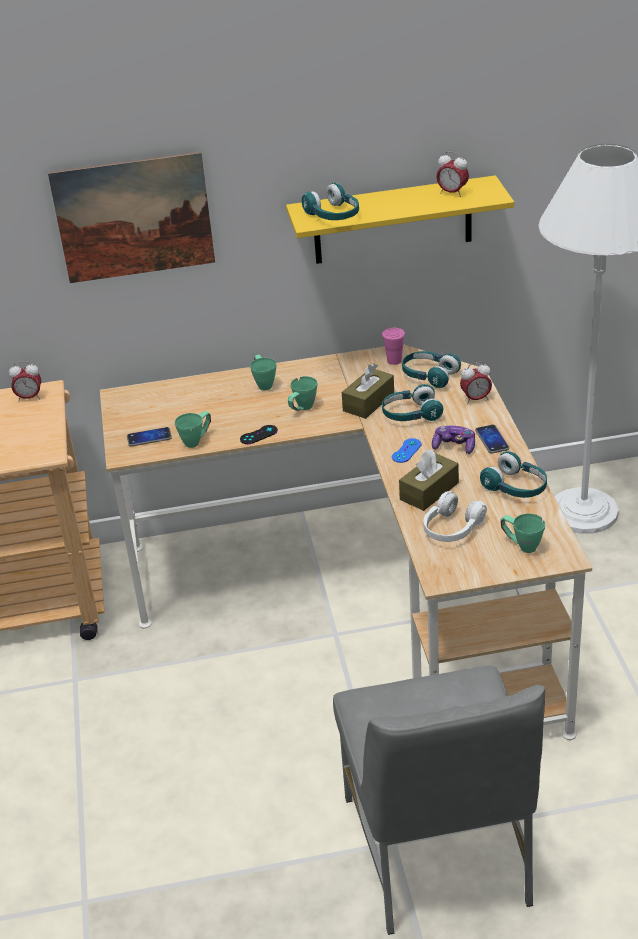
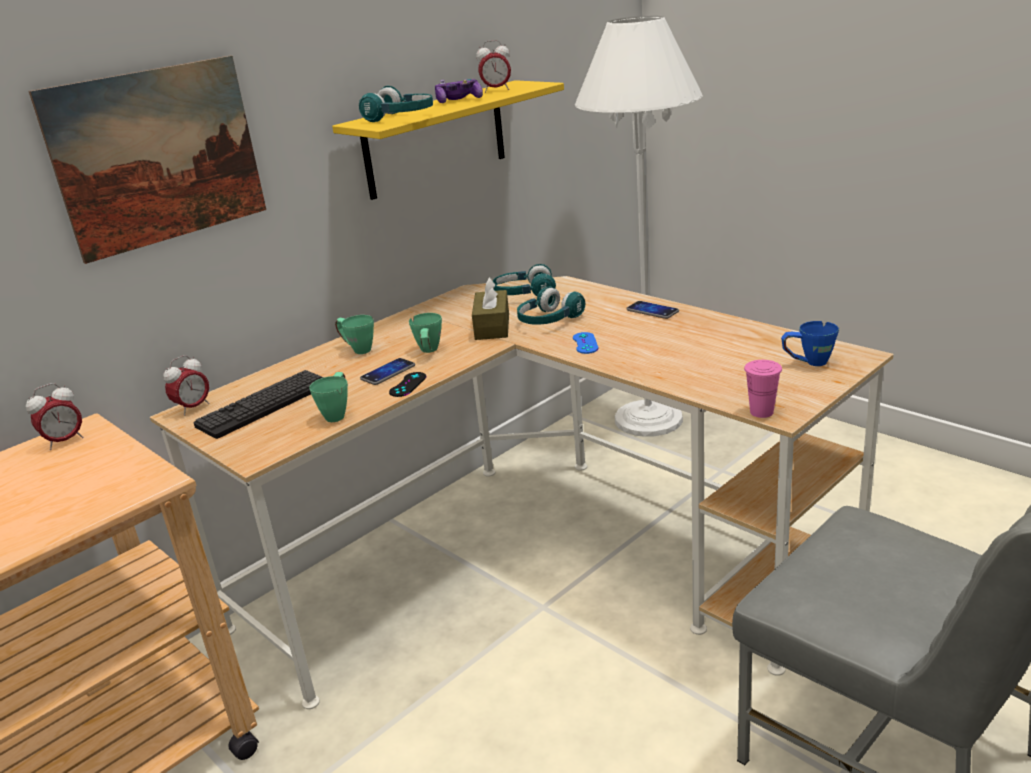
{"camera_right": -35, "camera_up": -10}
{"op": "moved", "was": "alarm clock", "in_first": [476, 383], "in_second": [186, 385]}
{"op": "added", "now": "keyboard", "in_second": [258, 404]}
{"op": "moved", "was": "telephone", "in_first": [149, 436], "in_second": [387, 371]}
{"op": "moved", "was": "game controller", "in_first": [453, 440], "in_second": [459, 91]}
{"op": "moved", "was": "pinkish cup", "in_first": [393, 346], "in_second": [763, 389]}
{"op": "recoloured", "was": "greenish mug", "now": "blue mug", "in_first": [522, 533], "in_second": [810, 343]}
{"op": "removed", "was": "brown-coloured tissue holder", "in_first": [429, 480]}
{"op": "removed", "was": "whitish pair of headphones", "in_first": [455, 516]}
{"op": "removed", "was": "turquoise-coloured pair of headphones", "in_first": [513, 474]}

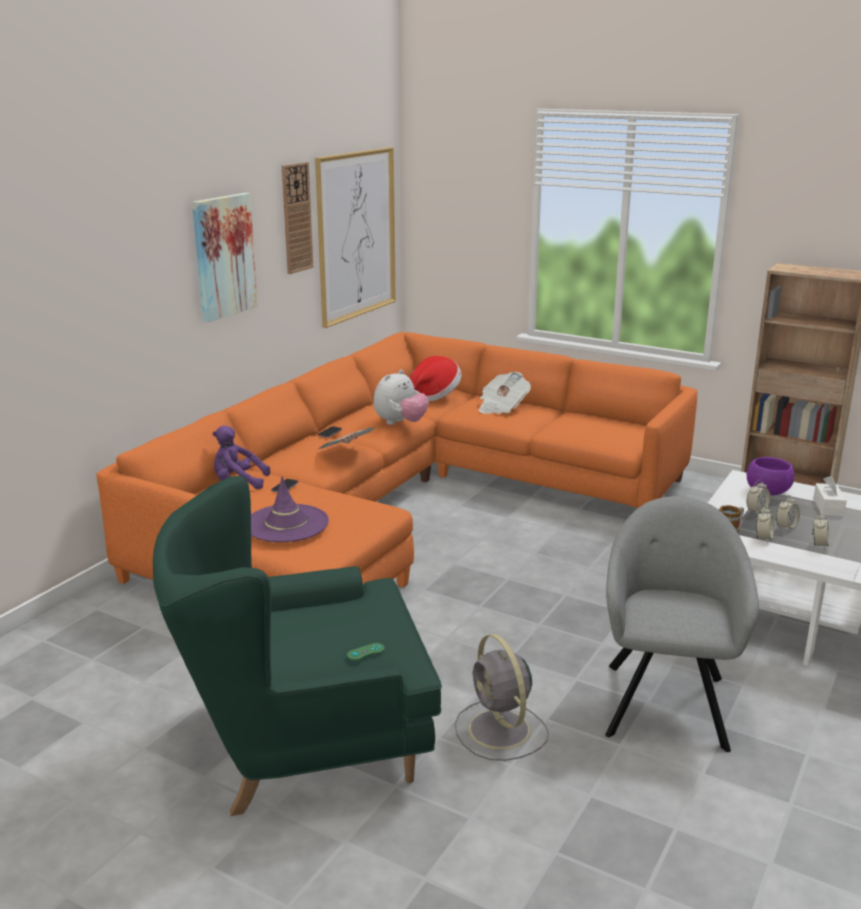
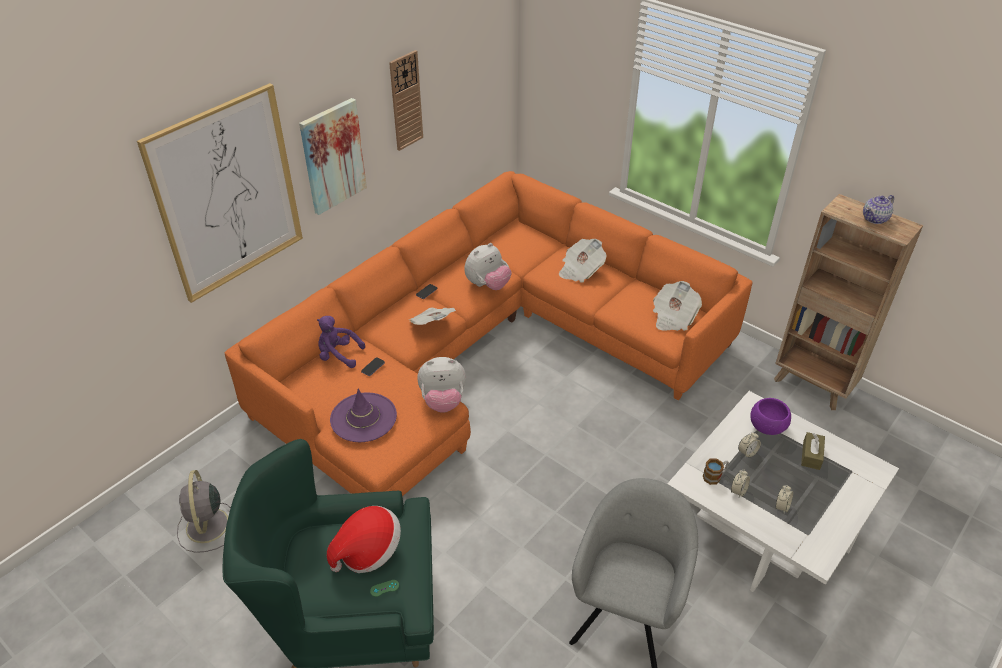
{"camera_right": 10, "camera_up": 20}
{"op": "moved", "was": "wall picture", "in_first": [355, 237], "in_second": [220, 193]}
{"op": "moved", "was": "gray cooling fan", "in_first": [502, 697], "in_second": [204, 511]}
{"op": "moved", "was": "hat", "in_first": [436, 378], "in_second": [364, 539]}
{"op": "added", "now": "soft toy", "in_second": [441, 385]}
{"op": "added", "now": "daily paper", "in_second": [677, 306]}
{"op": "recoloured", "was": "whitish tissue holder", "now": "brown-coloured tissue holder", "in_first": [830, 496], "in_second": [813, 451]}
{"op": "added", "now": "teapot", "in_second": [878, 209]}
{"op": "removed", "was": "alarm clock", "in_first": [788, 513]}

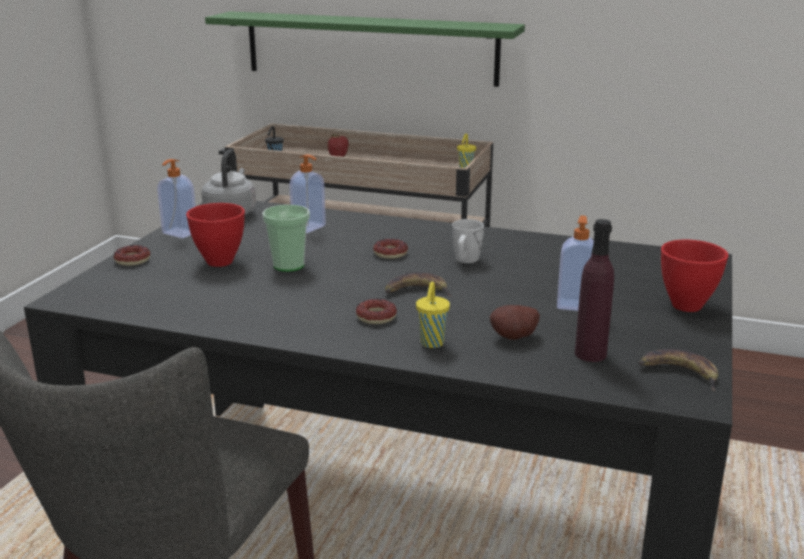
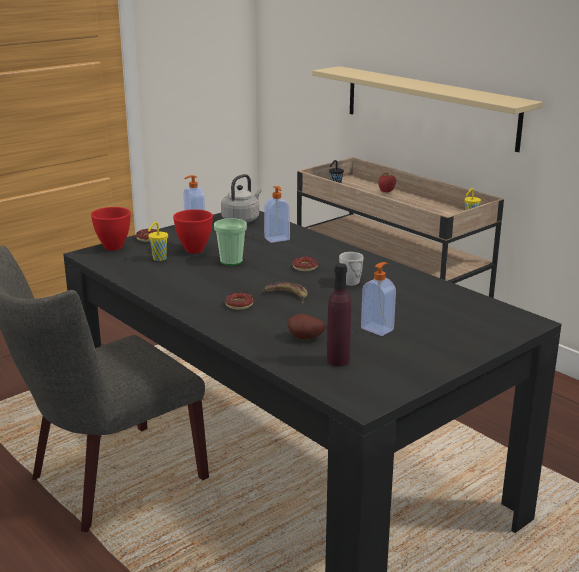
{"camera_right": 30, "camera_up": 0}
{"op": "moved", "was": "reddish serving bowl", "in_first": [694, 276], "in_second": [111, 229]}
{"op": "moved", "was": "yellowish cup", "in_first": [433, 315], "in_second": [158, 241]}
{"op": "recoloured", "was": "greenish shelf", "now": "sand-coloured shelf", "in_first": [365, 49], "in_second": [427, 109]}
{"op": "removed", "was": "whole banana", "in_first": [678, 370]}

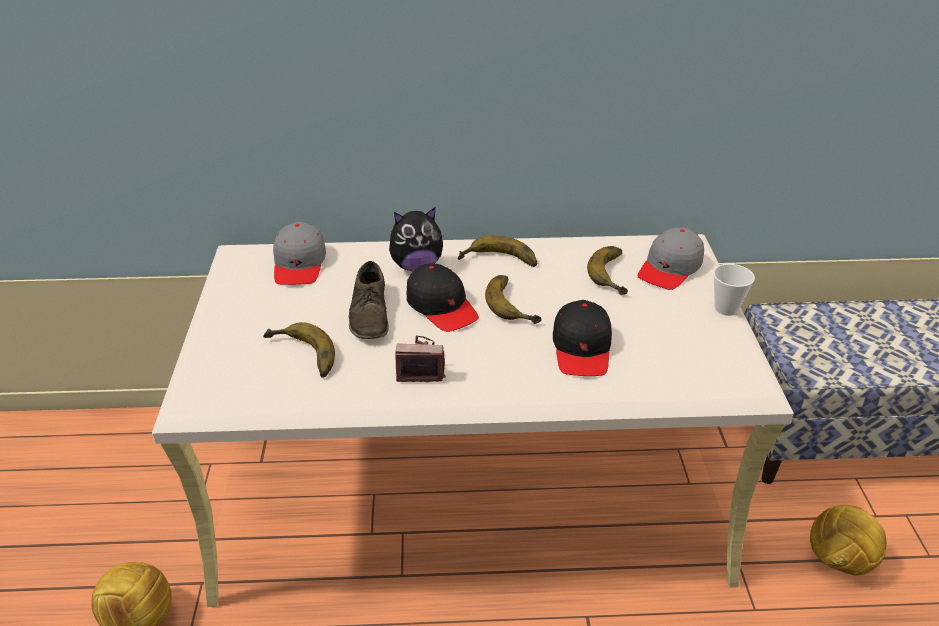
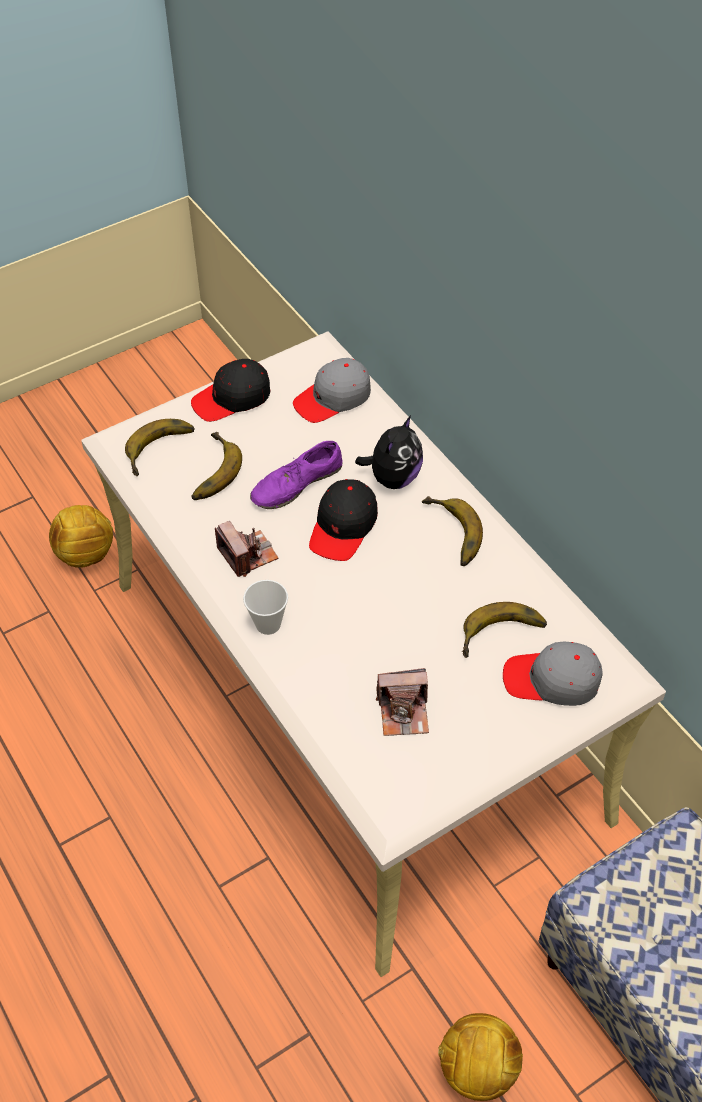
{"camera_right": 60, "camera_up": 15}
{"op": "moved", "was": "whole banana", "in_first": [513, 299], "in_second": [160, 447]}
{"op": "moved", "was": "blackish cap", "in_first": [582, 338], "in_second": [230, 390]}
{"op": "moved", "was": "cup", "in_first": [734, 290], "in_second": [265, 607]}
{"op": "recoloured", "was": "brown-coloured shoe", "now": "purple shoe", "in_first": [369, 300], "in_second": [296, 475]}
{"op": "turned", "was": "soft toy", "in_first": [416, 239], "in_second": [389, 452], "clockwise": -105}
{"op": "added", "now": "still camera", "in_second": [402, 702]}

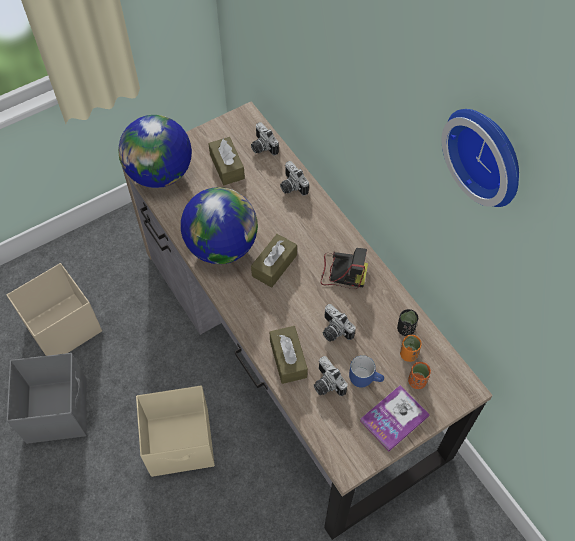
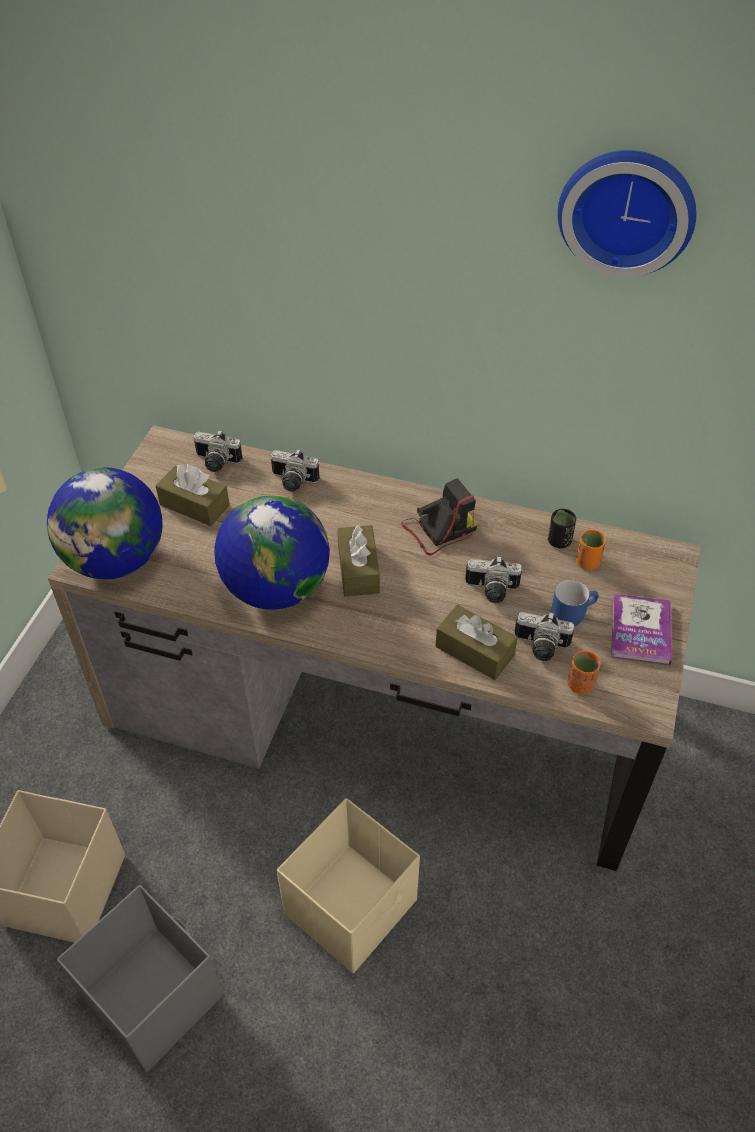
{"camera_right": -40, "camera_up": -10}
{"op": "moved", "was": "orange-coloured cup", "in_first": [419, 375], "in_second": [584, 672]}

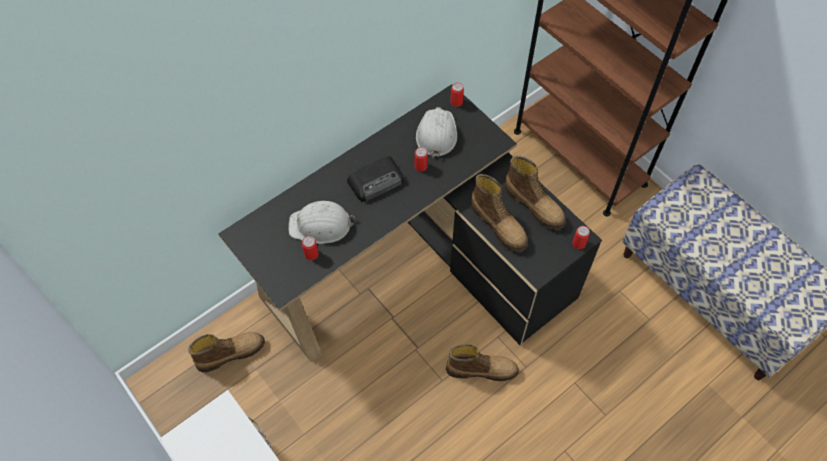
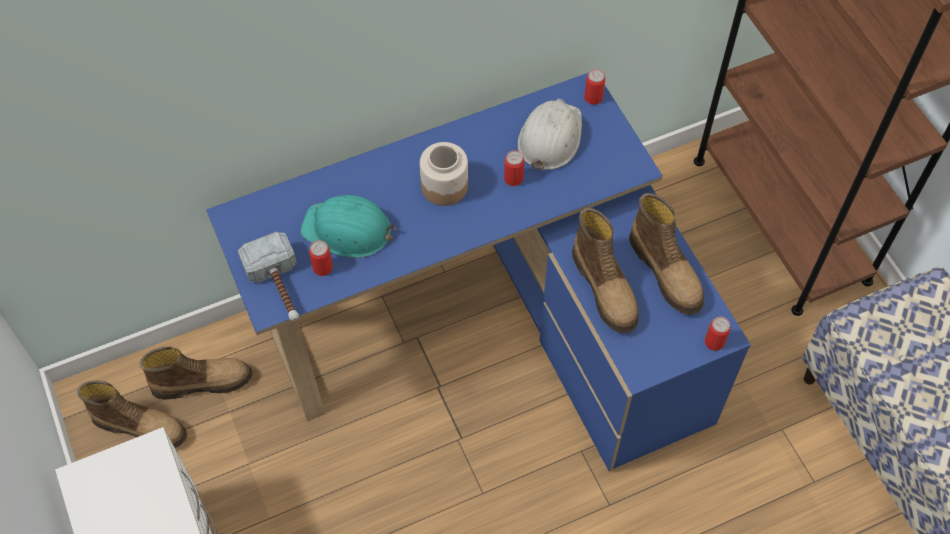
{"camera_right": 15, "camera_up": 0}
{"op": "moved", "was": "tall boot", "in_first": [482, 362], "in_second": [132, 414]}
{"op": "recoloured", "was": "blackish desk unit", "now": "blue desk unit", "in_first": [410, 223], "in_second": [478, 272]}
{"op": "added", "now": "hand hammer", "in_second": [268, 276]}
{"op": "recoloured", "was": "whitish hard hat", "now": "turquoise-coloured hard hat", "in_first": [321, 222], "in_second": [348, 226]}
{"op": "replaced", "was": "radio receiver", "now": "jar", "in_first": [375, 179], "in_second": [444, 174]}

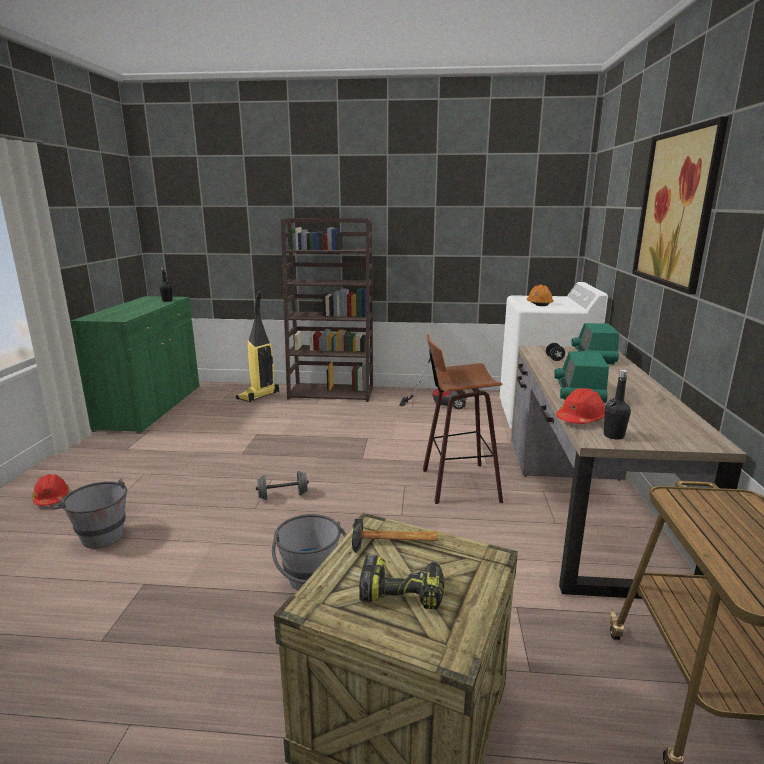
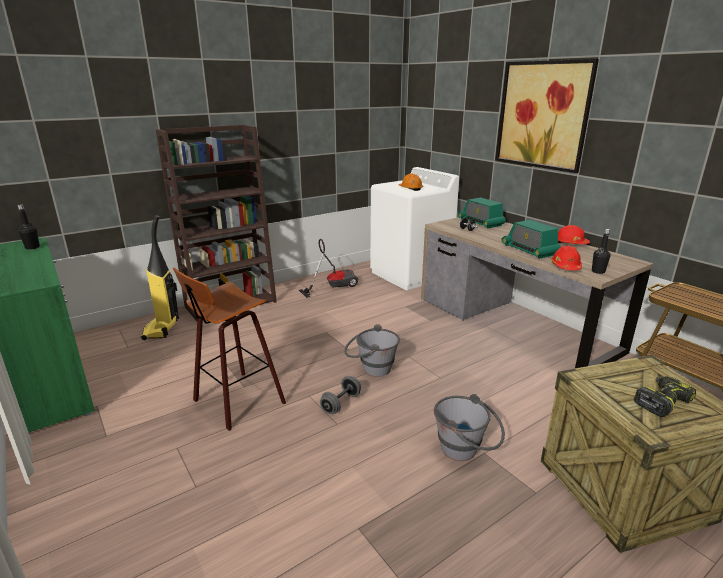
{"camera_right": -40, "camera_up": 5}
{"op": "moved", "was": "stool", "in_first": [463, 419], "in_second": [229, 349]}
{"op": "moved", "was": "gray bucket", "in_first": [90, 513], "in_second": [372, 350]}
{"op": "moved", "was": "reddish hard hat", "in_first": [50, 490], "in_second": [574, 234]}
{"op": "removed", "was": "hand hammer", "in_first": [395, 536]}

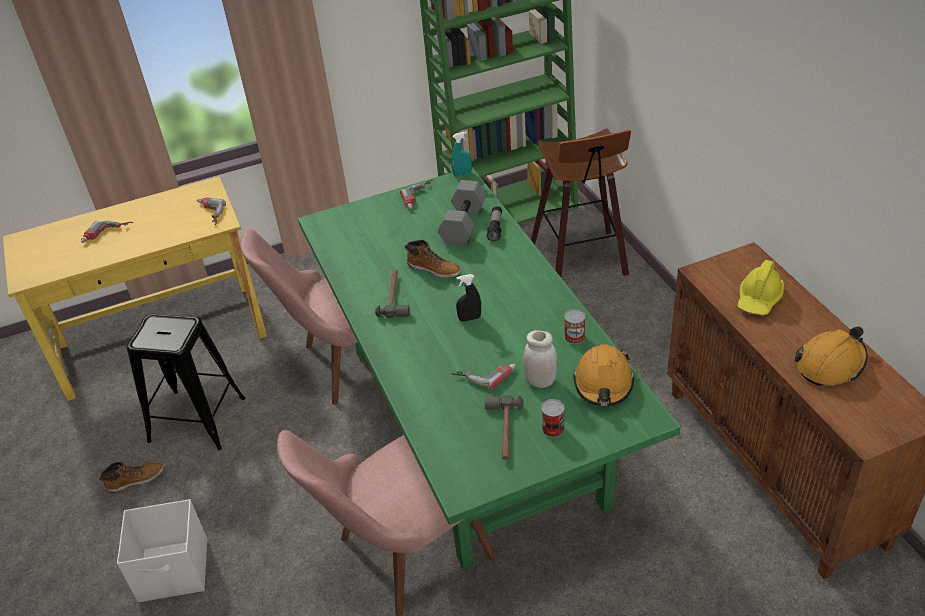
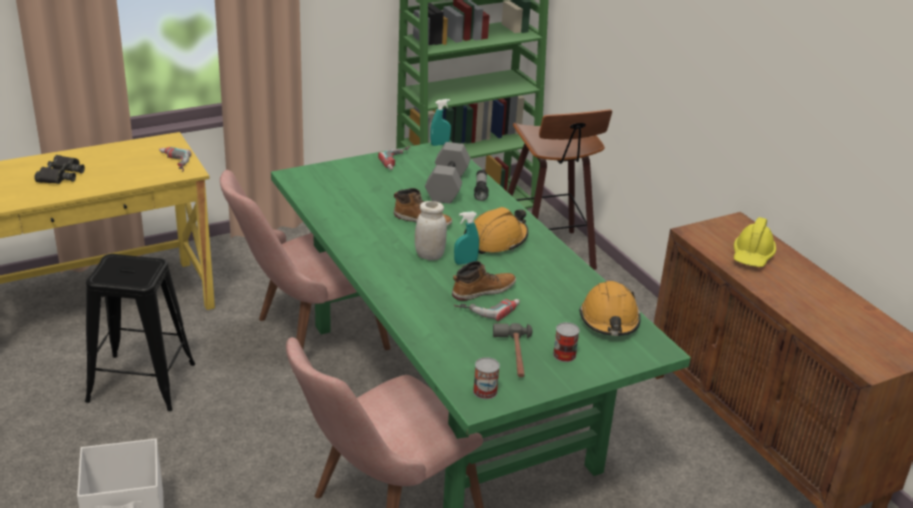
{"camera_right": -10, "camera_up": -10}
{"op": "replaced", "was": "power drill", "now": "blackish pair of binoculars", "in_first": [107, 232], "in_second": [59, 169]}
{"op": "moved", "was": "whitish jar", "in_first": [540, 359], "in_second": [431, 230]}
{"op": "moved", "was": "tall boot", "in_first": [131, 477], "in_second": [484, 281]}
{"op": "recoloured", "was": "blackish hand sprayer", "now": "turquoise-coloured hand sprayer", "in_first": [468, 298], "in_second": [466, 238]}
{"op": "moved", "was": "orange-coloured hard hat", "in_first": [831, 356], "in_second": [496, 230]}
{"op": "moved", "was": "can", "in_first": [574, 326], "in_second": [486, 378]}
{"op": "removed", "was": "hand hammer", "in_first": [392, 294]}

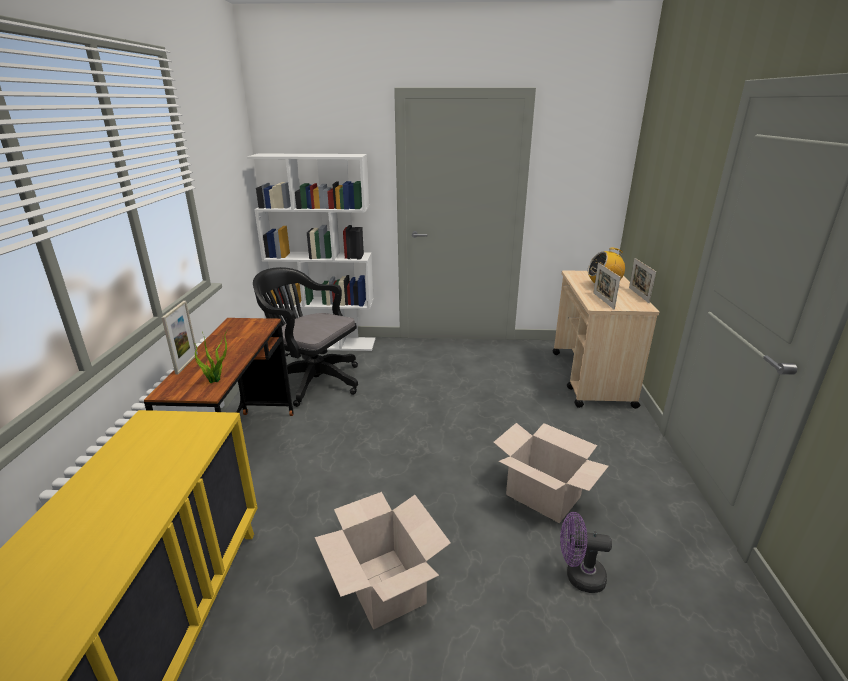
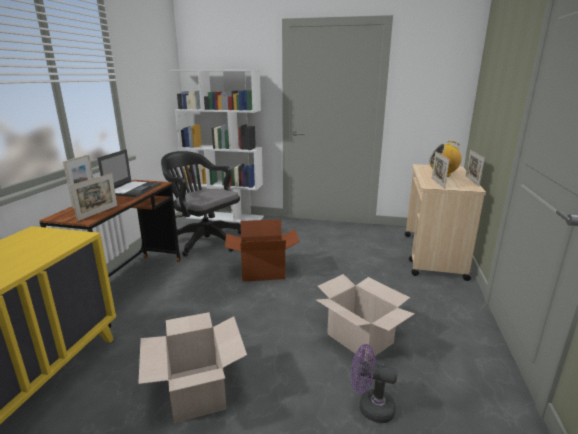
{"camera_right": 10, "camera_up": -5}
{"op": "replaced", "was": "houseplant", "now": "standing frame", "in_first": [211, 357], "in_second": [94, 197]}
{"op": "added", "now": "laptop", "in_second": [128, 173]}
{"op": "added", "now": "packing box", "in_second": [262, 250]}

